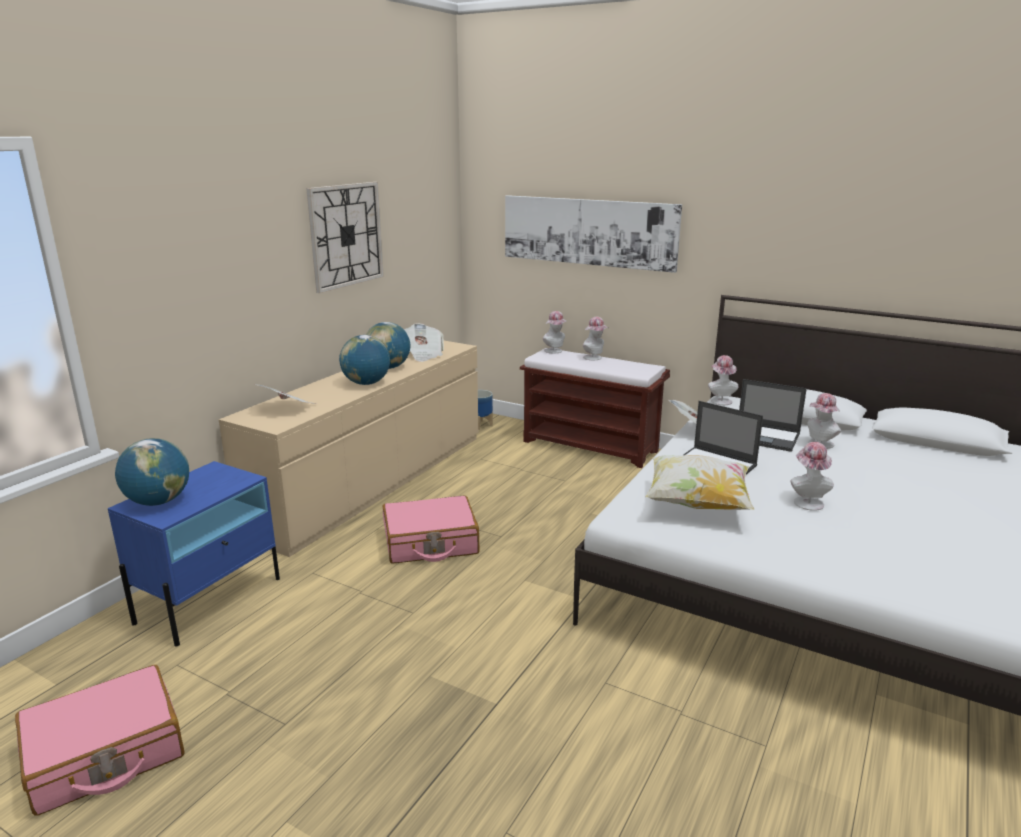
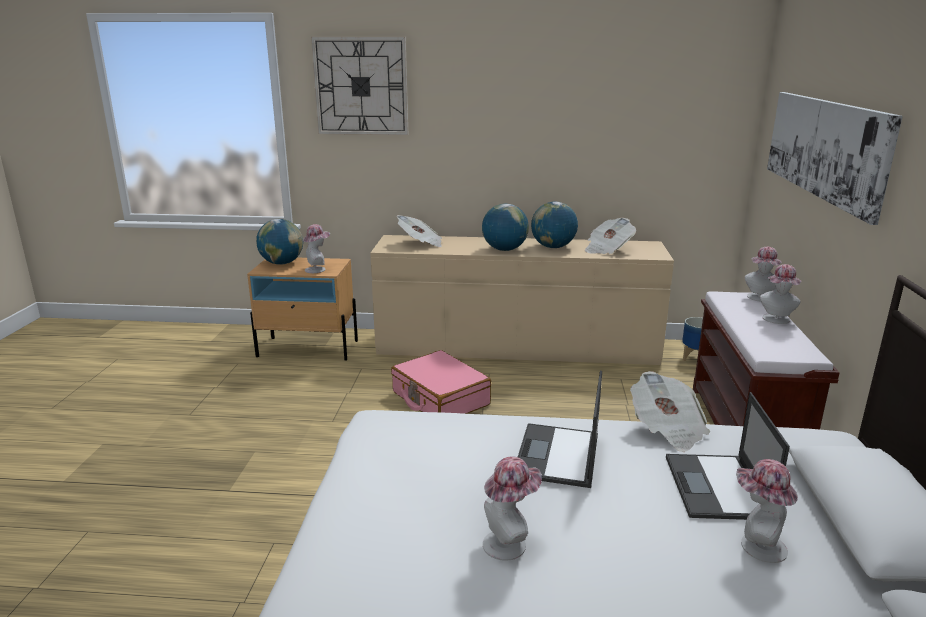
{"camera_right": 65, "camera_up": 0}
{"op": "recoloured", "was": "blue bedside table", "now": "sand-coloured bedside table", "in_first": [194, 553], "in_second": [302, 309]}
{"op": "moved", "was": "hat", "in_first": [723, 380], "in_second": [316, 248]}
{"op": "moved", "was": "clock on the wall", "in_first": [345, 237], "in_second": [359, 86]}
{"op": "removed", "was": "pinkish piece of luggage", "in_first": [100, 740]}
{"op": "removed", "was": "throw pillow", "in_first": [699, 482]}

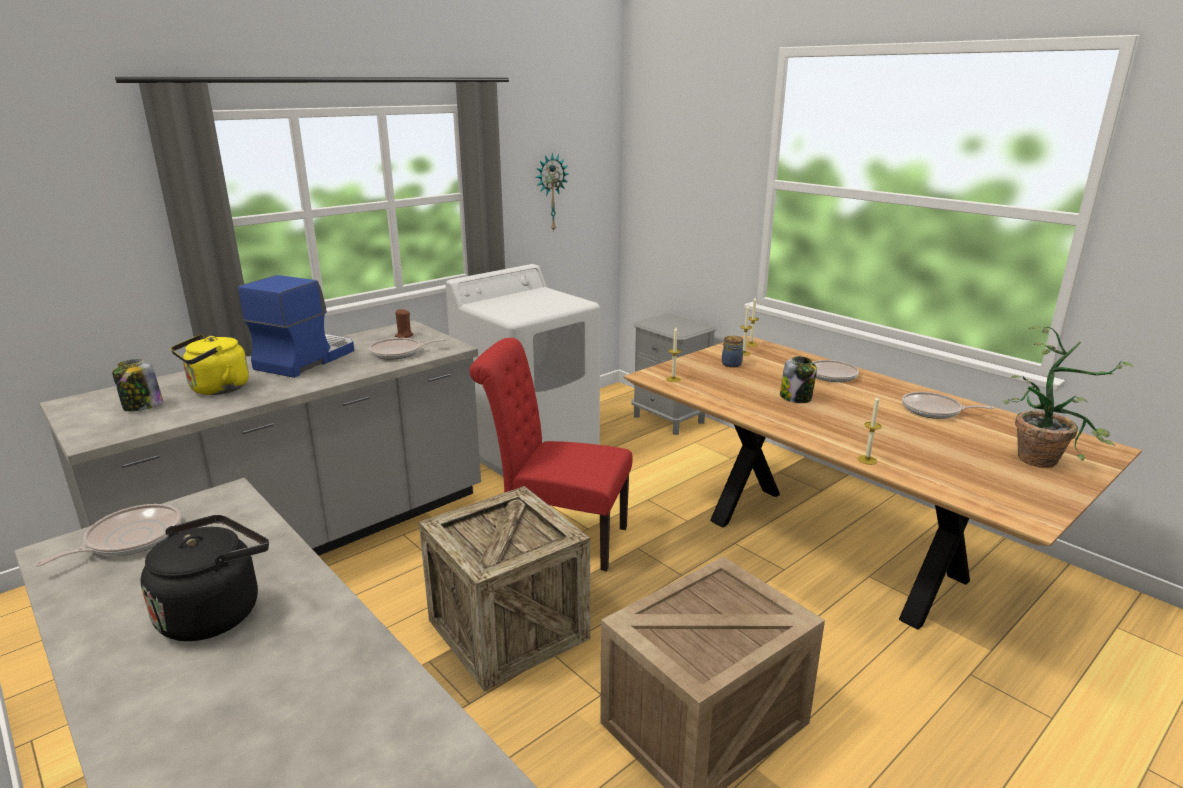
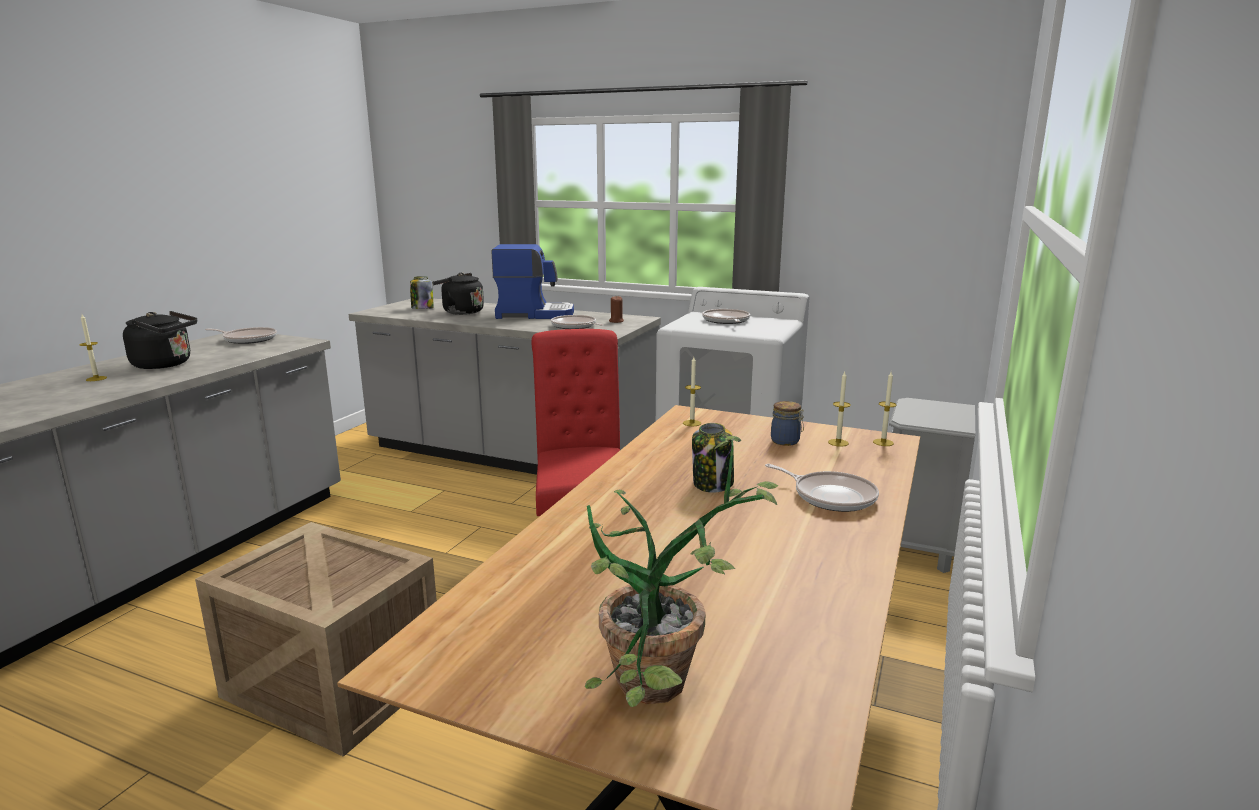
{"camera_right": 65, "camera_up": -5}
{"op": "moved", "was": "wax light", "in_first": [869, 430], "in_second": [93, 347]}
{"op": "recoloured", "was": "yellowish water kettle", "now": "blackish water kettle", "in_first": [210, 364], "in_second": [458, 294]}
{"op": "moved", "was": "pan", "in_first": [948, 405], "in_second": [726, 316]}
{"op": "removed", "was": "packing crate", "in_first": [504, 588]}
{"op": "removed", "was": "clock on the wall", "in_first": [552, 192]}

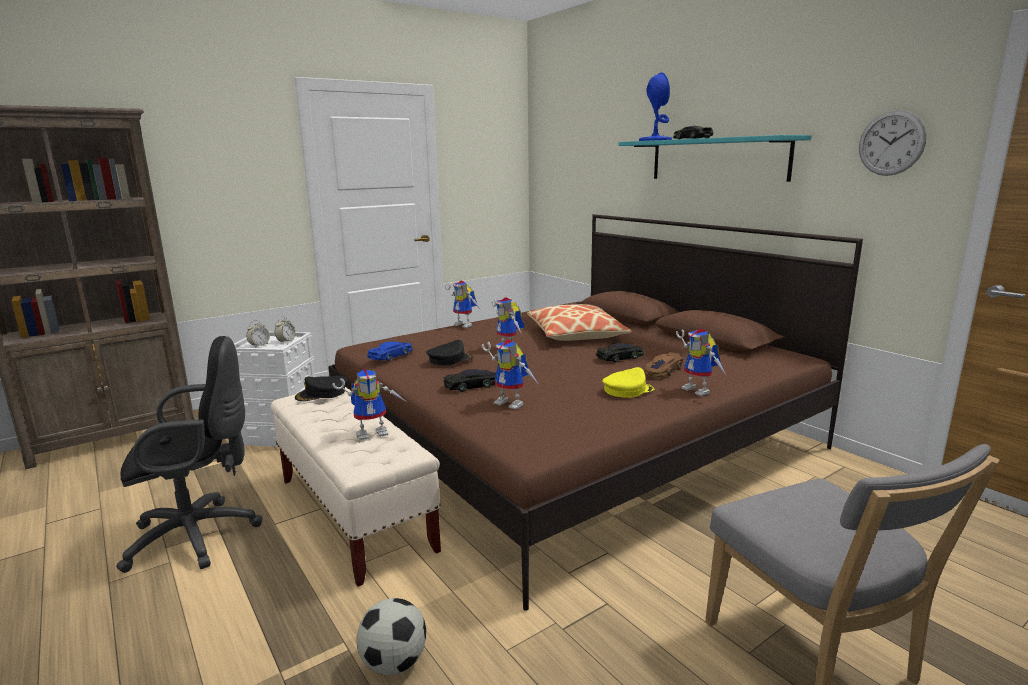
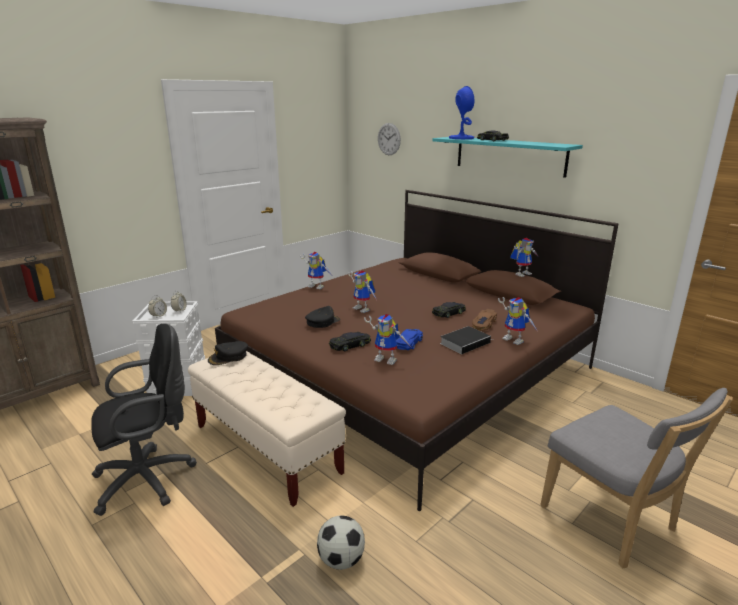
{"camera_right": -10, "camera_up": 5}
{"op": "moved", "was": "clock on the wall", "in_first": [893, 143], "in_second": [389, 139]}
{"op": "moved", "was": "blue toy car", "in_first": [390, 351], "in_second": [409, 339]}
{"op": "replaced", "was": "yellowish cap", "now": "bound book", "in_first": [628, 382], "in_second": [466, 340]}
{"op": "moved", "was": "toy robot", "in_first": [370, 404], "in_second": [524, 257]}
{"op": "removed", "was": "throw pillow", "in_first": [579, 322]}

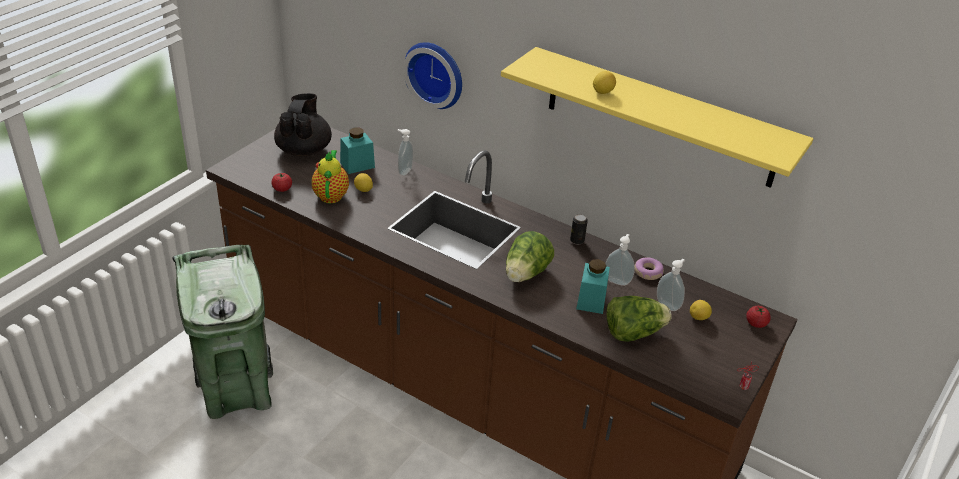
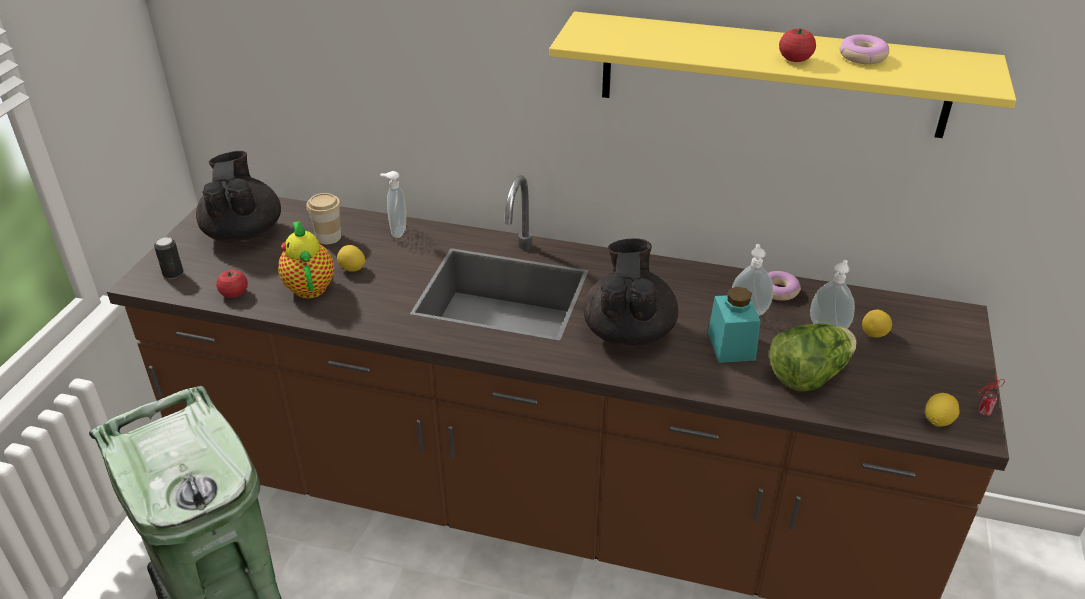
{"camera_right": -15, "camera_up": 0}
{"op": "moved", "was": "can", "in_first": [579, 229], "in_second": [168, 258]}
{"op": "replaced", "was": "turquoise-coloured jar", "now": "cup", "in_first": [357, 151], "in_second": [323, 218]}
{"op": "replaced", "was": "lettuce", "now": "blackish teapot", "in_first": [530, 256], "in_second": [631, 292]}
{"op": "moved", "was": "fresh tomato", "in_first": [758, 317], "in_second": [797, 45]}
{"op": "added", "now": "doughnut", "in_second": [864, 49]}
{"op": "moved", "was": "whole lemon", "in_first": [604, 82], "in_second": [942, 410]}
{"op": "removed", "was": "clock on the wall", "in_first": [432, 75]}

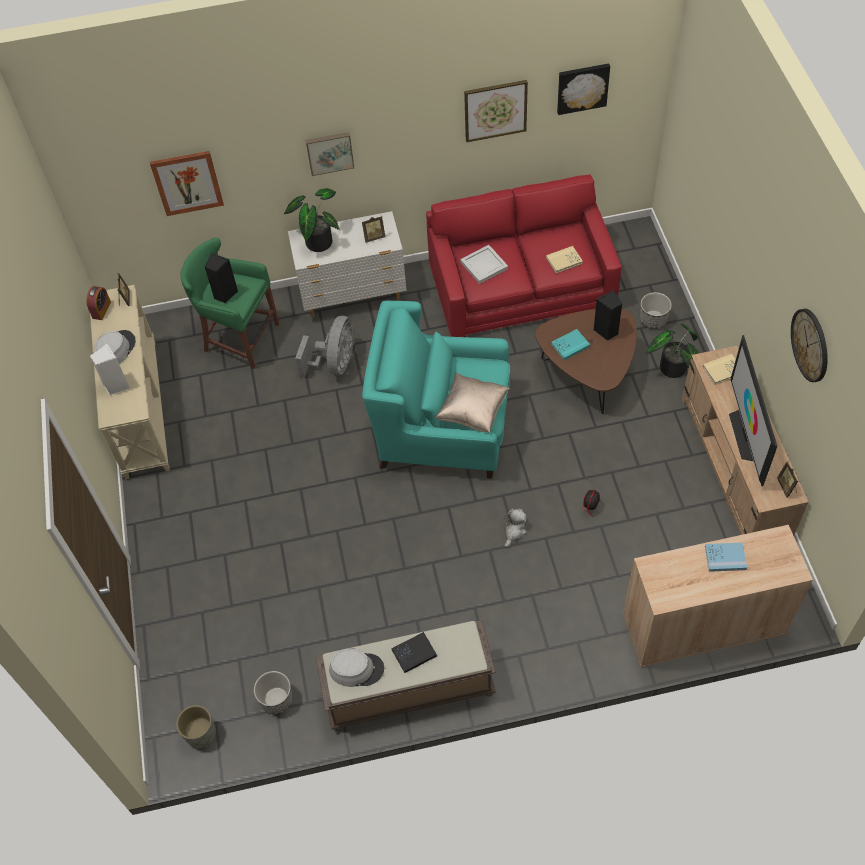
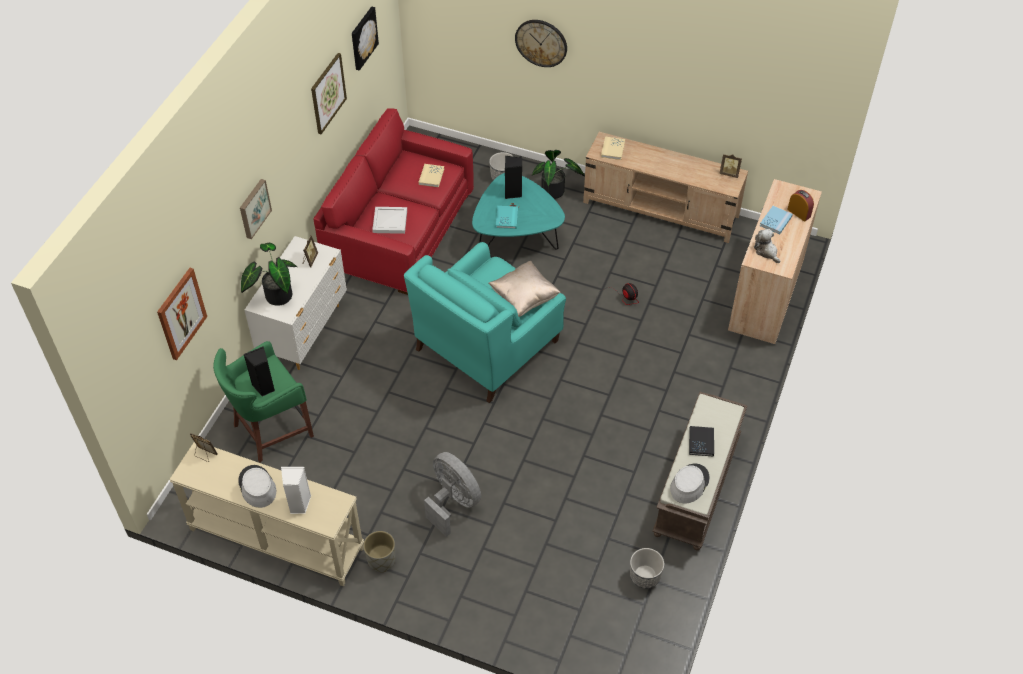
{"camera_right": -60, "camera_up": -5}
{"op": "moved", "was": "gray planter", "in_first": [196, 726], "in_second": [379, 551]}
{"op": "moved", "was": "gray cooling fan", "in_first": [324, 347], "in_second": [452, 494]}
{"op": "recoloured", "was": "brown-coloured lounge table", "now": "turquoise-coloured lounge table", "in_first": [586, 361], "in_second": [518, 211]}
{"op": "moved", "was": "clock on the wall", "in_first": [809, 345], "in_second": [541, 43]}
{"op": "moved", "was": "soft toy", "in_first": [515, 528], "in_second": [767, 246]}
{"op": "moved", "was": "alarm clock", "in_first": [98, 303], "in_second": [800, 206]}
{"op": "removed", "was": "TV", "in_first": [753, 410]}

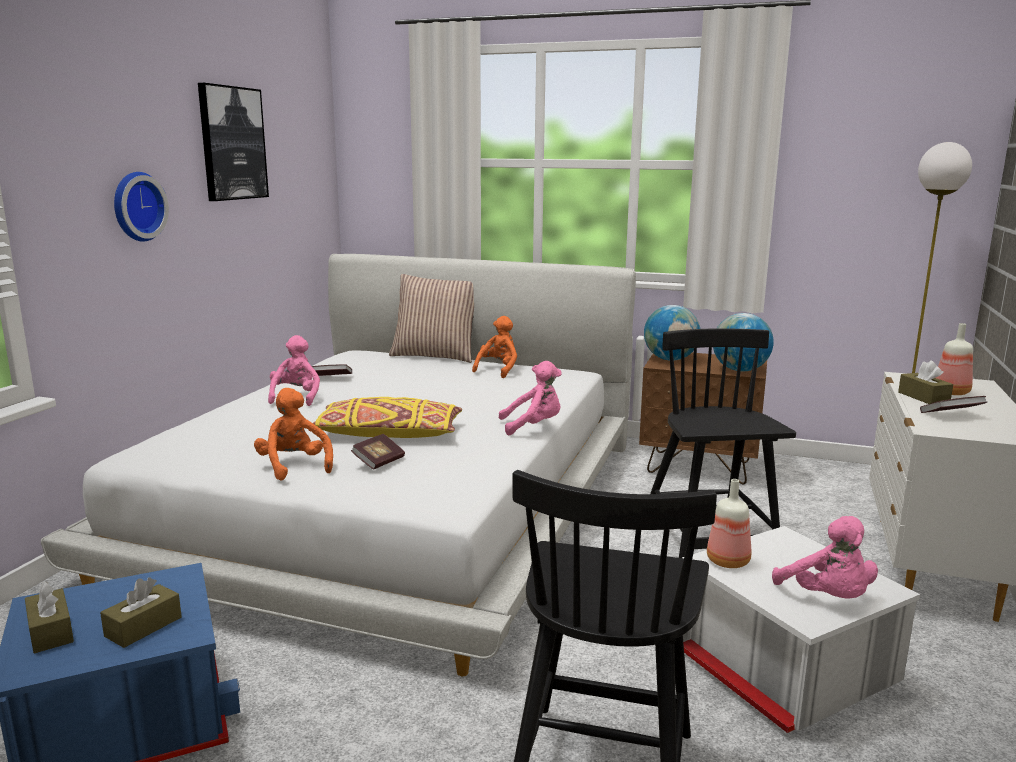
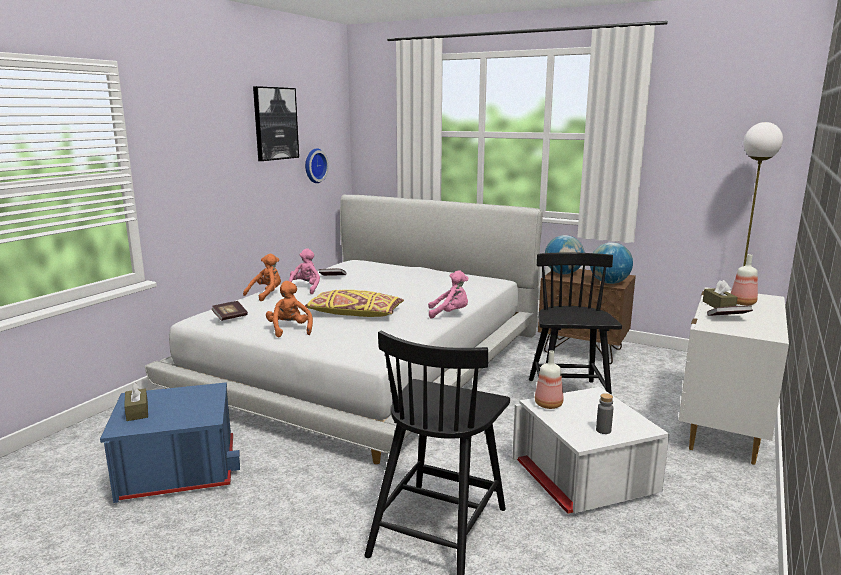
{"camera_right": 10, "camera_up": 0}
{"op": "moved", "was": "bound book", "in_first": [378, 452], "in_second": [229, 311]}
{"op": "moved", "was": "orange-coloured soft toy", "in_first": [494, 347], "in_second": [262, 277]}
{"op": "moved", "was": "clock on the wall", "in_first": [141, 207], "in_second": [317, 165]}
{"op": "replaced", "was": "pinkish soft toy", "now": "gray drink bottle", "in_first": [825, 557], "in_second": [604, 413]}
{"op": "removed", "was": "brown-coloured tissue holder", "in_first": [141, 612]}
{"op": "removed", "was": "throw pillow", "in_first": [431, 318]}

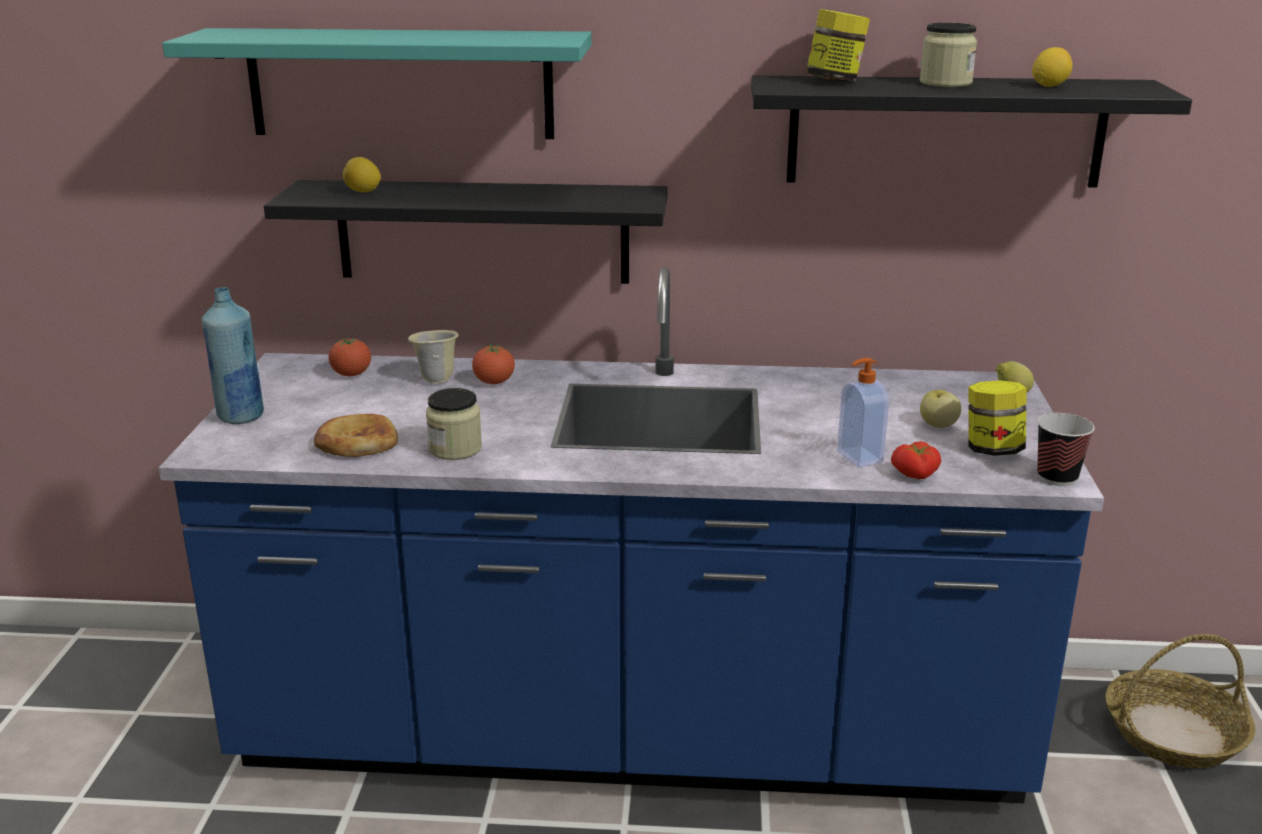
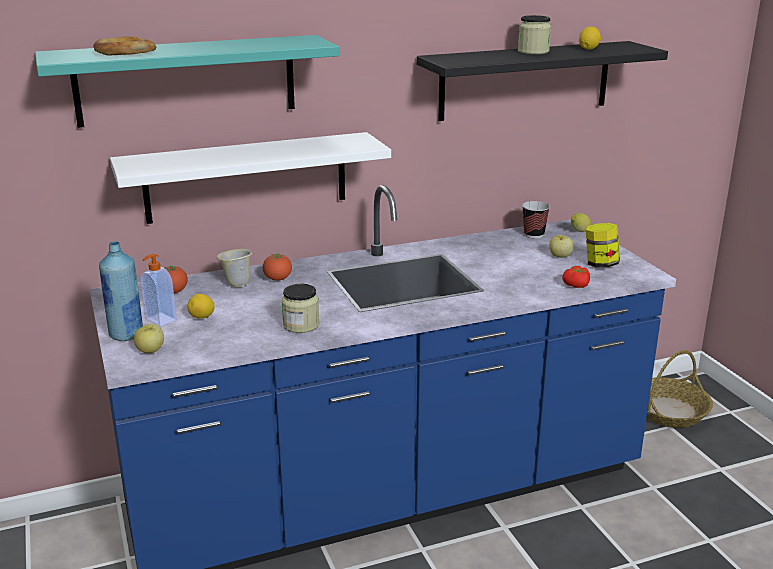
{"camera_right": -25, "camera_up": 0}
{"op": "moved", "was": "baked bread", "in_first": [356, 435], "in_second": [124, 45]}
{"op": "recoloured", "was": "blackish shelf", "now": "whitish shelf", "in_first": [465, 232], "in_second": [250, 178]}
{"op": "added", "now": "apple", "in_second": [149, 338]}
{"op": "moved", "was": "liquid soap bottle", "in_first": [863, 412], "in_second": [158, 290]}
{"op": "moved", "was": "whole lemon", "in_first": [362, 174], "in_second": [201, 306]}
{"op": "moved", "was": "cup", "in_first": [1066, 449], "in_second": [536, 219]}
{"op": "removed", "was": "jar", "in_first": [838, 45]}

